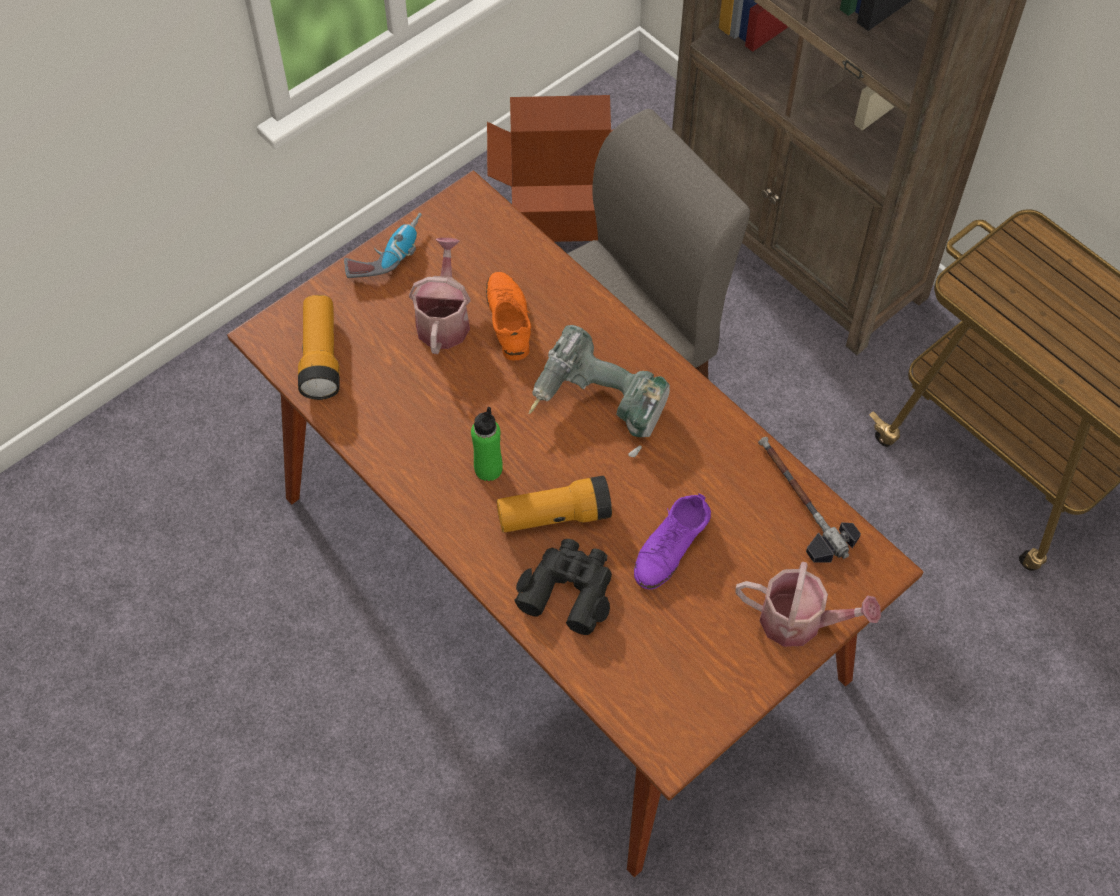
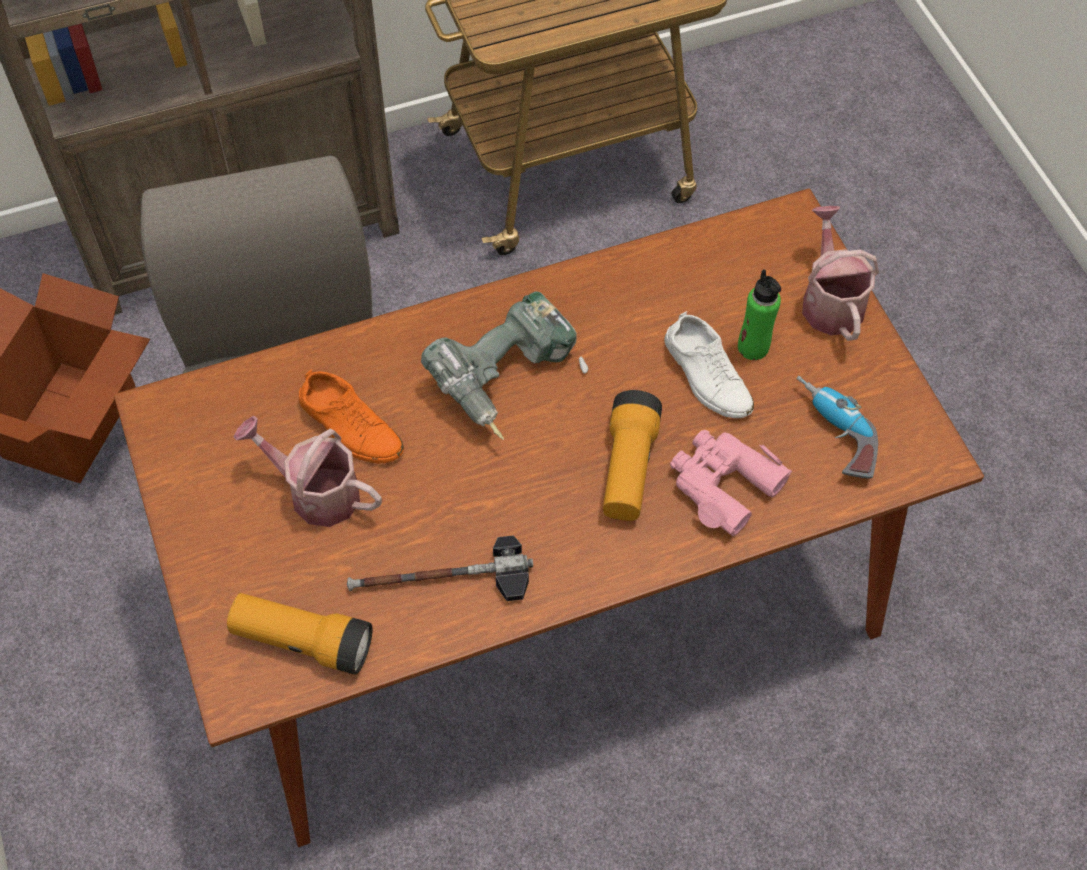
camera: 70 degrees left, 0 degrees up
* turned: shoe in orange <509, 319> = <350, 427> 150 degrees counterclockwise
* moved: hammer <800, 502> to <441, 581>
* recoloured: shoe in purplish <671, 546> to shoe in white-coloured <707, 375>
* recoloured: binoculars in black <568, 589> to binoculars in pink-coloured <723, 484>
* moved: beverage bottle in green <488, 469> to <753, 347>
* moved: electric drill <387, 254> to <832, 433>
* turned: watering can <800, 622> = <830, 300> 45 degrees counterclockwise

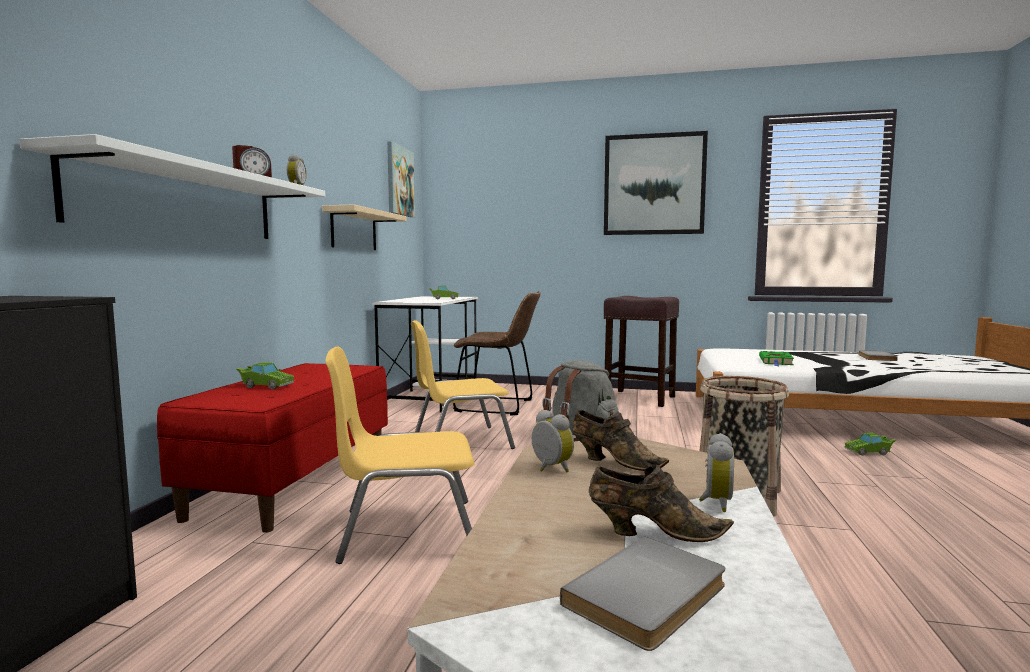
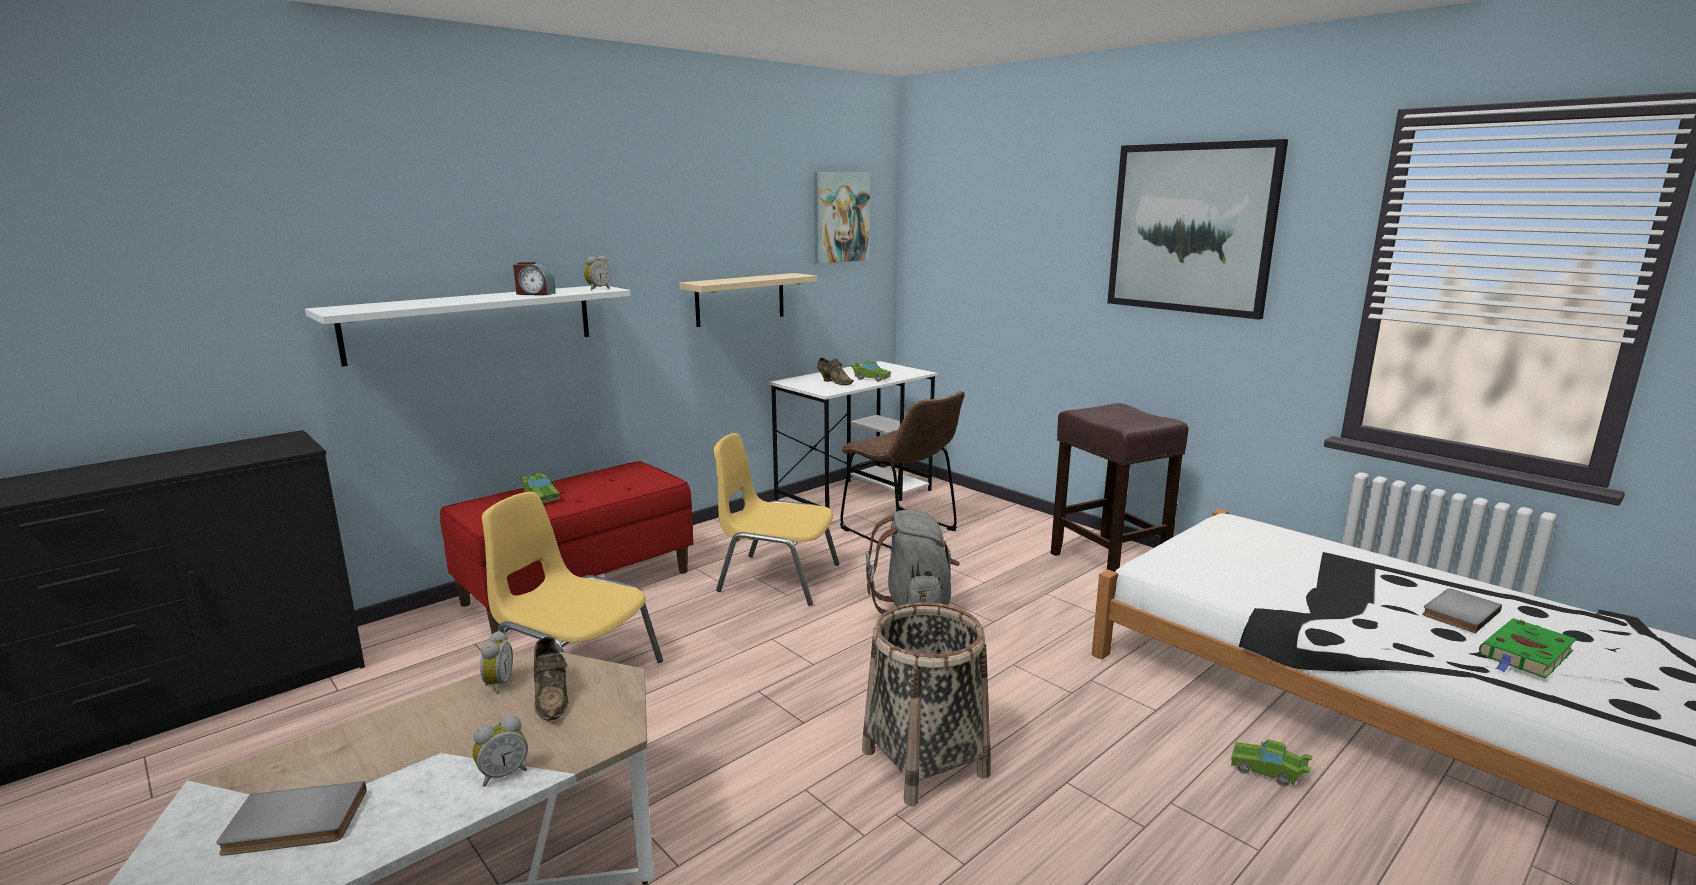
camera: 35 degrees right, 10 degrees up
* moved: shoe in brown-coloured <653, 533> to <834, 382>
* moved: bound book in green <776, 361> to <1525, 654>

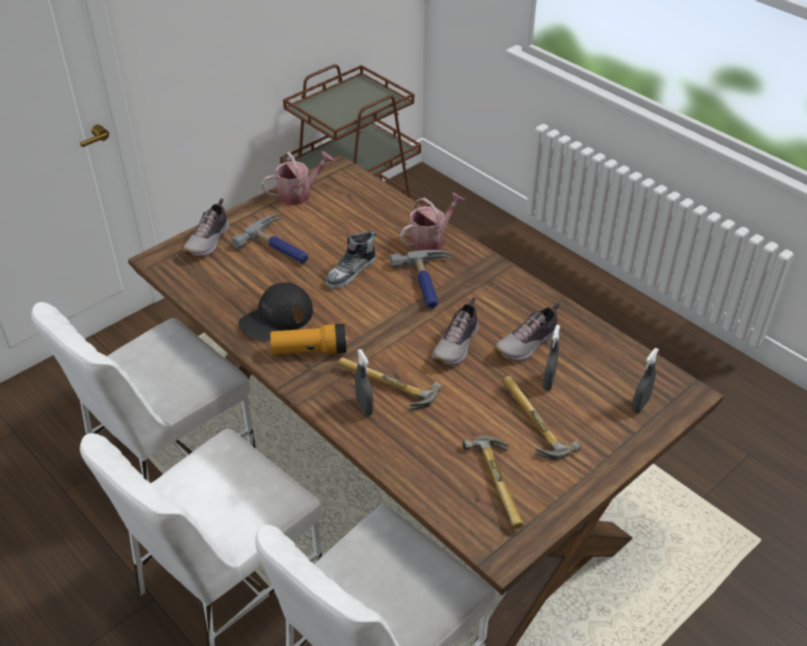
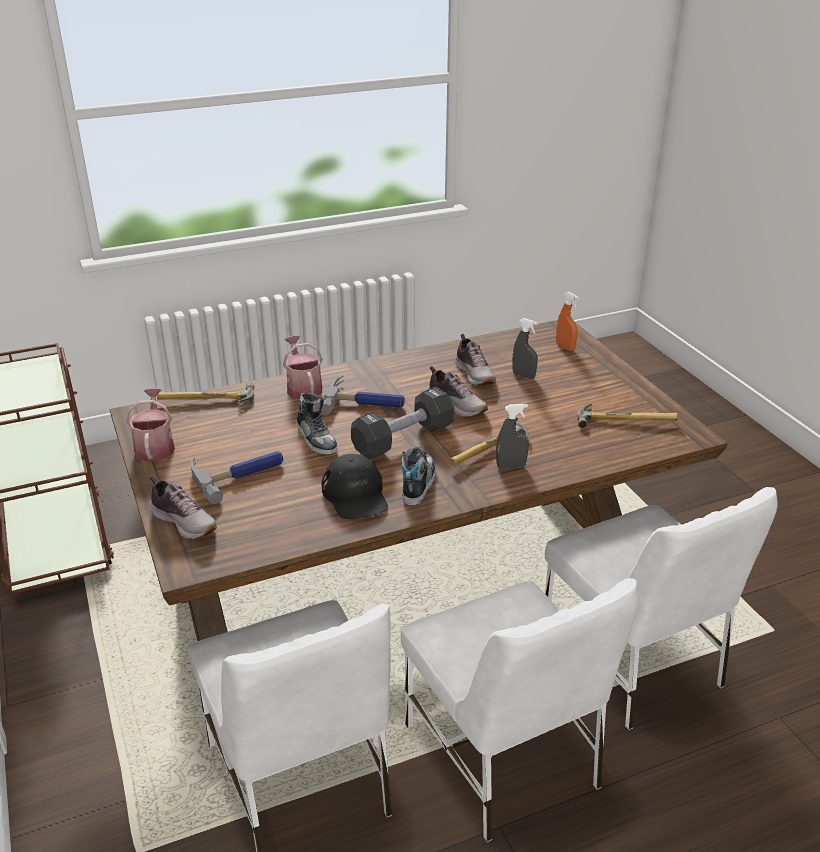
camera: 70 degrees left, 10 degrees down
* moved: hammer <529, 423> to <207, 403>
* added: free weight in black <403, 439>
* replaced: hand torch <309, 350> to shoe <418, 483>
* recoloured: spray bottle in greyish <640, 405> to spray bottle in orange <565, 347>

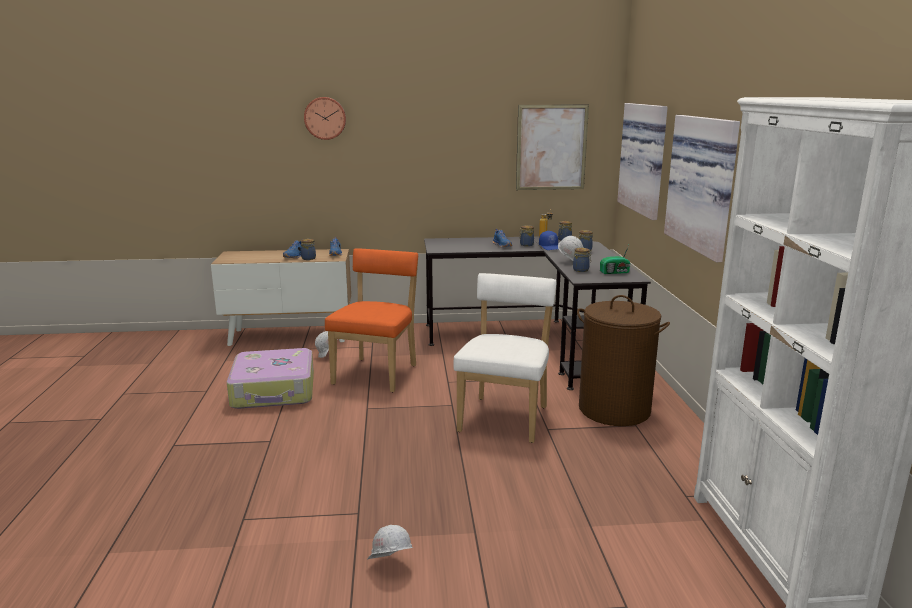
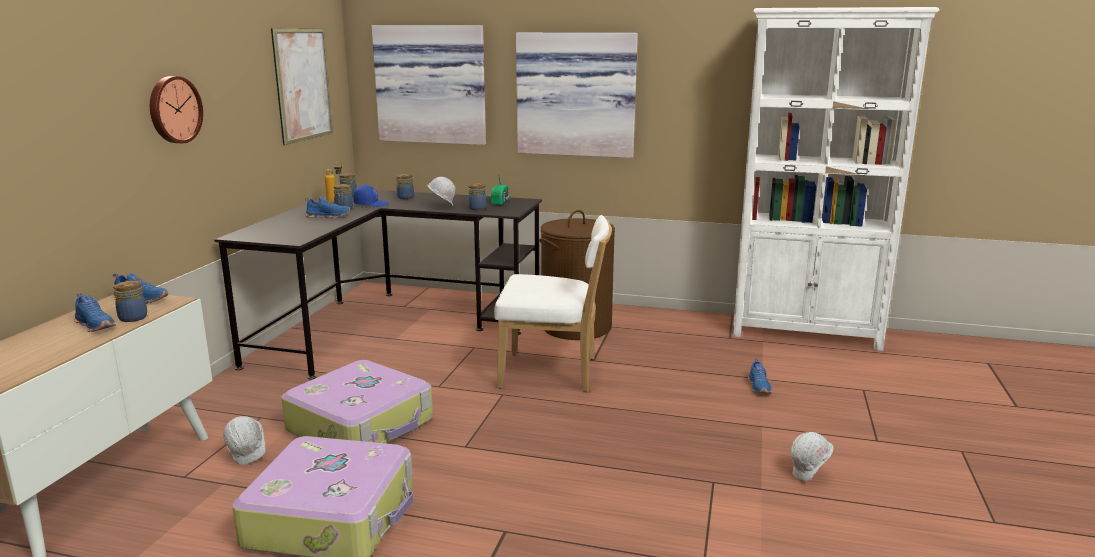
camera: 70 degrees left, 0 degrees up
* moved: wall clock <325, 118> to <173, 109>
* replaced: chair in orange <377, 373> to travel case <362, 425>
* turned: chair in white-coloured <505, 417> = <554, 373> 150 degrees clockwise
* added: shoe in bluish <759, 387>

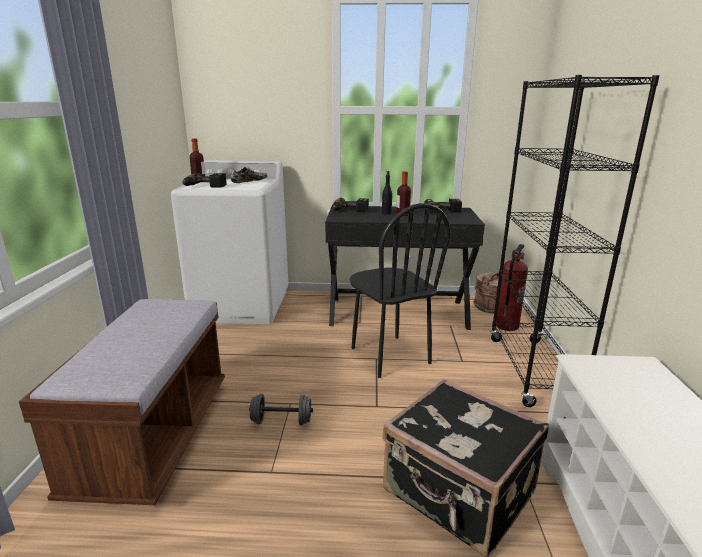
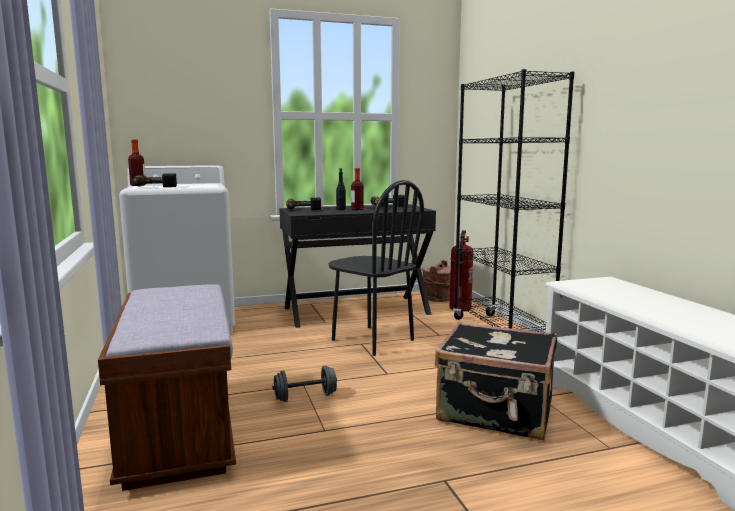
camera: 20 degrees left, 10 degrees down
* removed: shoe <249, 182>

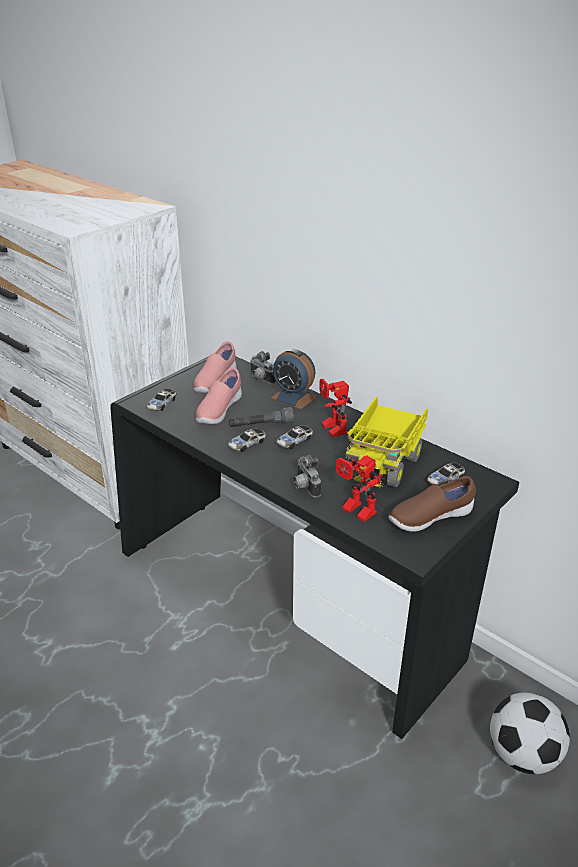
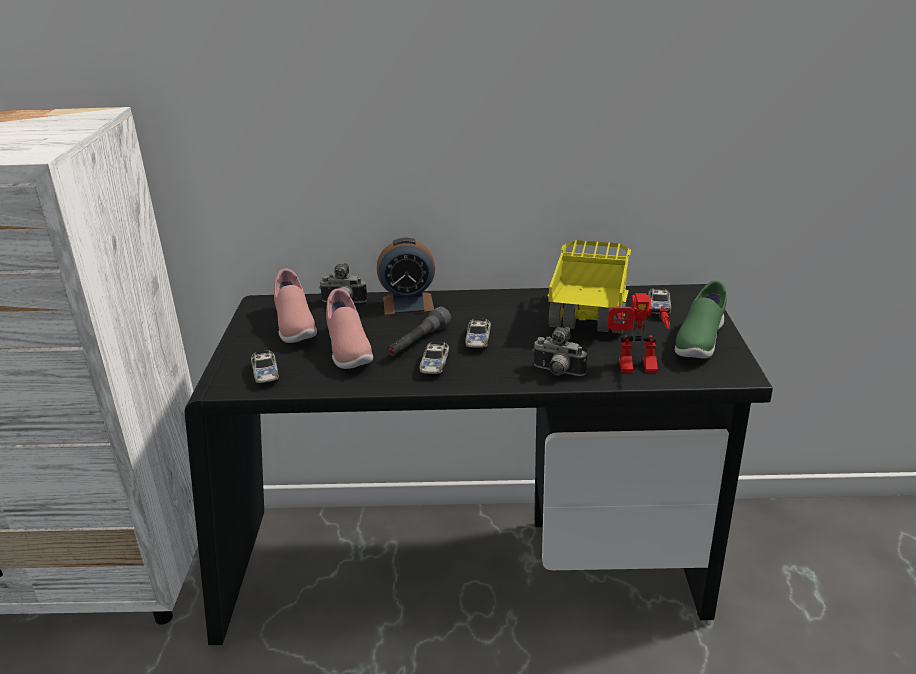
camera: 40 degrees left, 5 degrees down
* turned: model truck <384, 462> = <587, 318> 150 degrees counterclockwise
* recoloured: shoe in brown-coloured <429, 518> to shoe in green <699, 341>
* removed: toy robot <330, 428>
* removed: ball for football <522, 754>

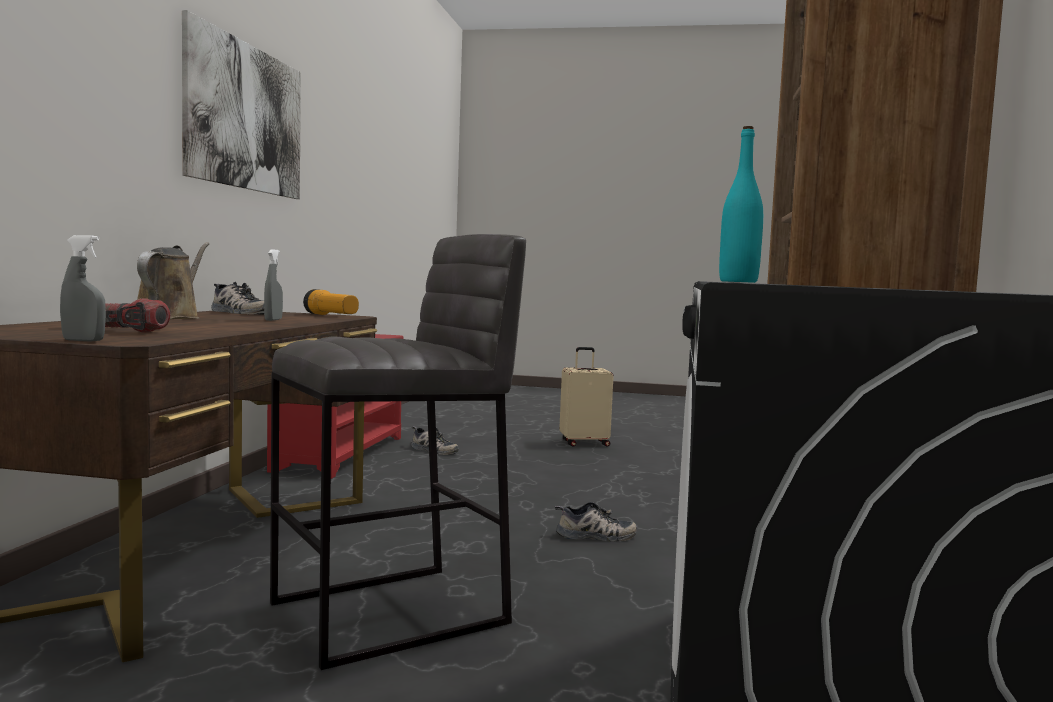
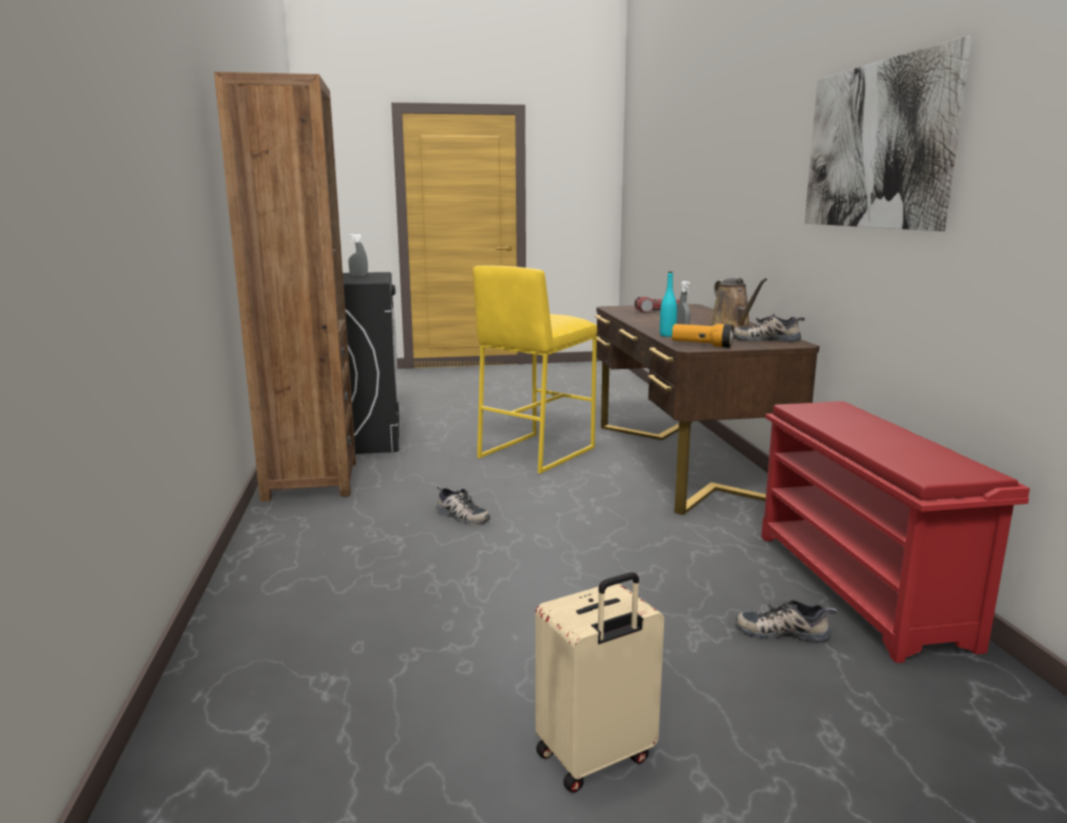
camera: 160 degrees right, 10 degrees up
* moved: spray bottle in greyish <83, 340> to <358, 276>
* turned: shoe <595, 536> = <461, 516> 120 degrees counterclockwise
* recoloured: stool in greyish <392, 613> to stool in yellowish <535, 452>
* moved: beverage bottle in blue-green <738, 282> to <667, 335>

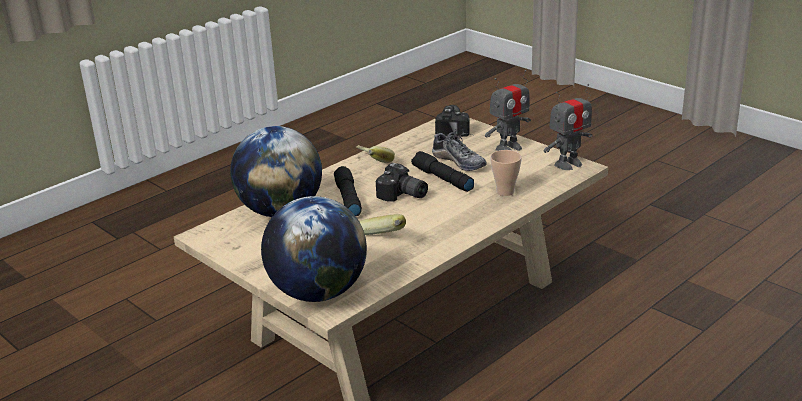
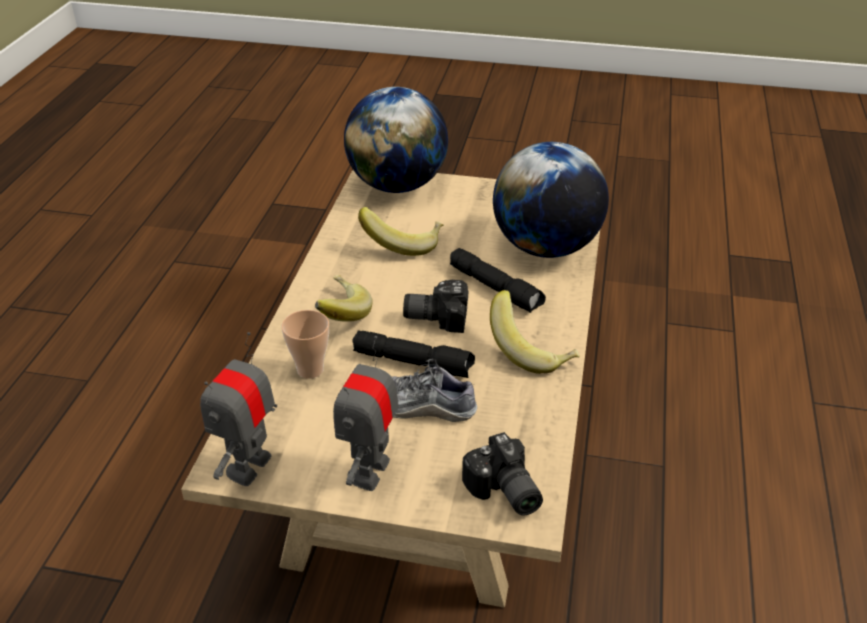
camera: 145 degrees right, 10 degrees up
* added: banana <339, 314>

